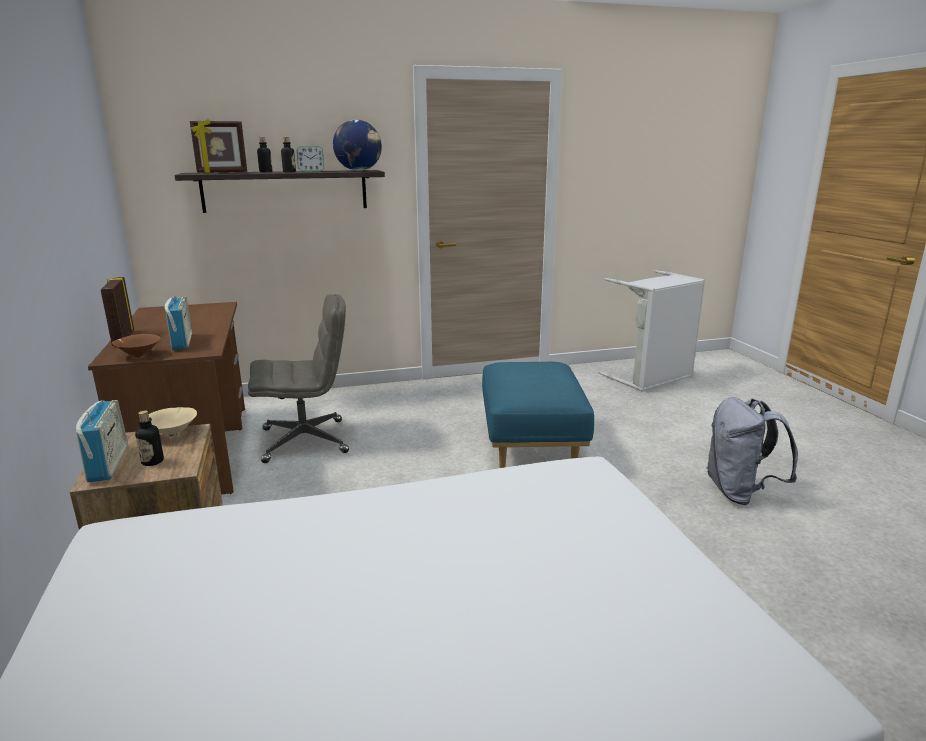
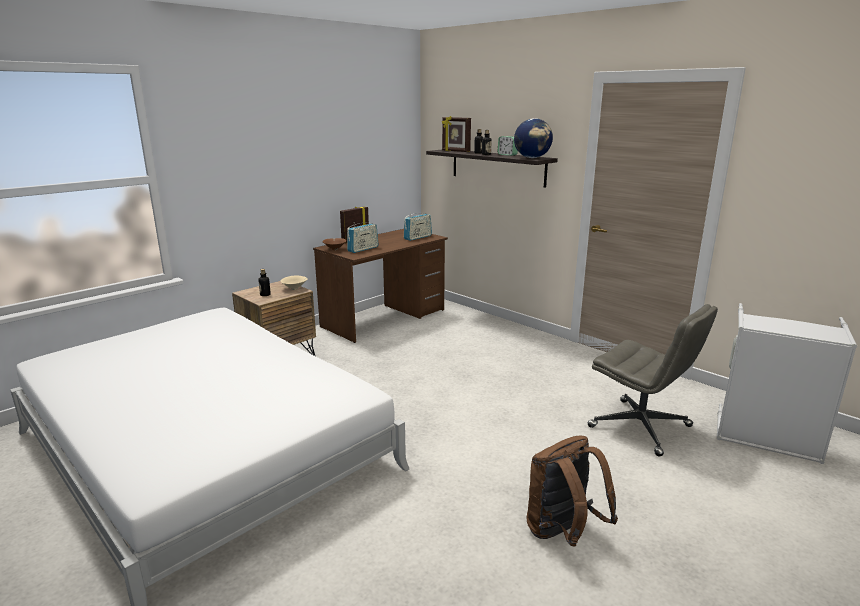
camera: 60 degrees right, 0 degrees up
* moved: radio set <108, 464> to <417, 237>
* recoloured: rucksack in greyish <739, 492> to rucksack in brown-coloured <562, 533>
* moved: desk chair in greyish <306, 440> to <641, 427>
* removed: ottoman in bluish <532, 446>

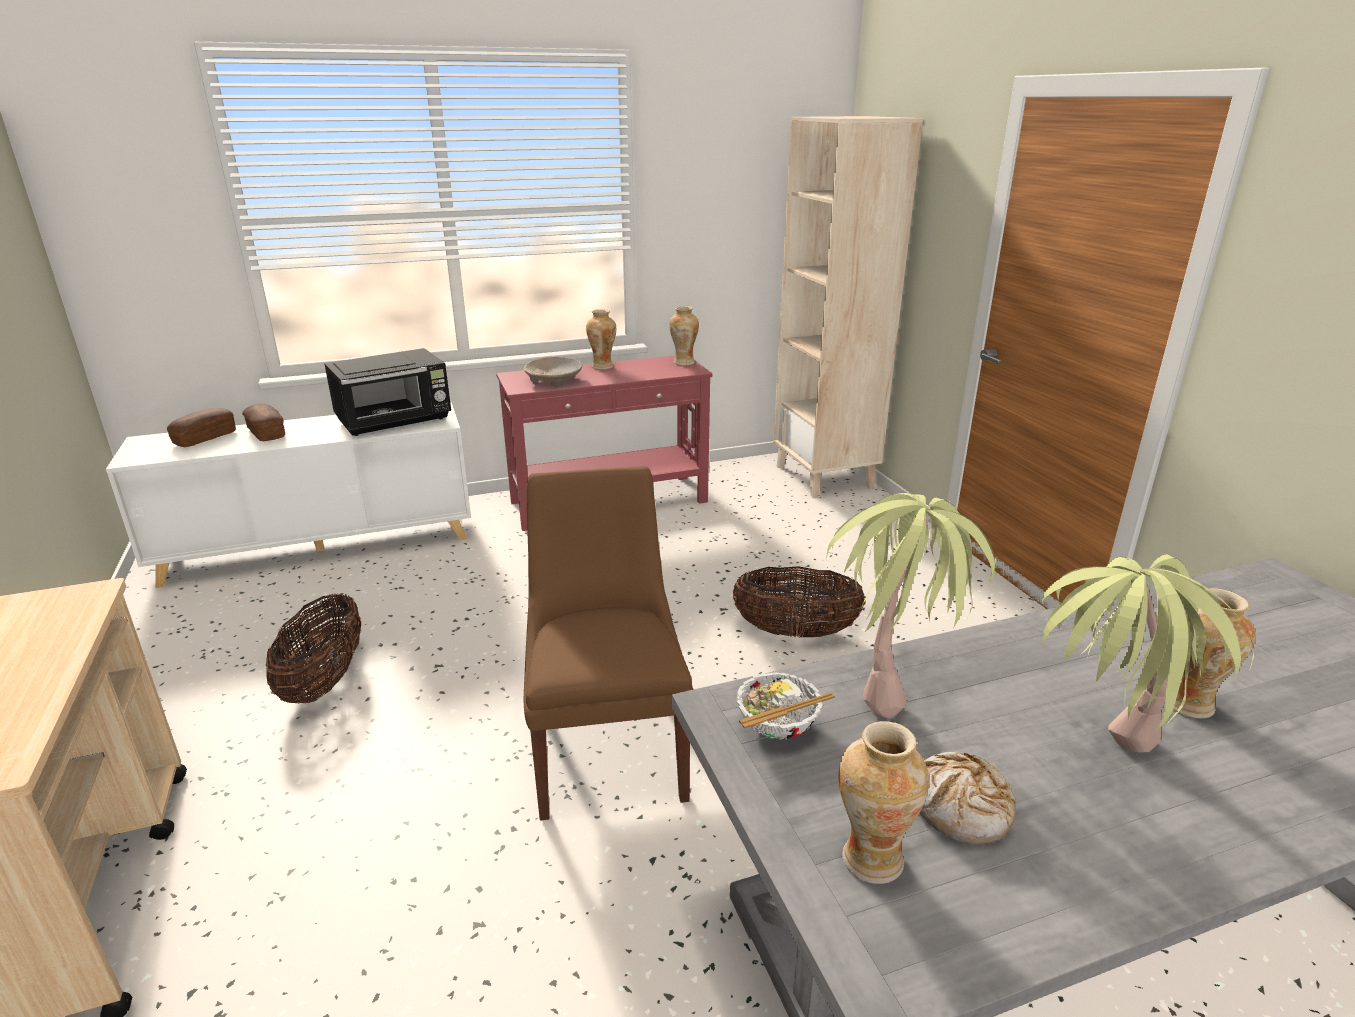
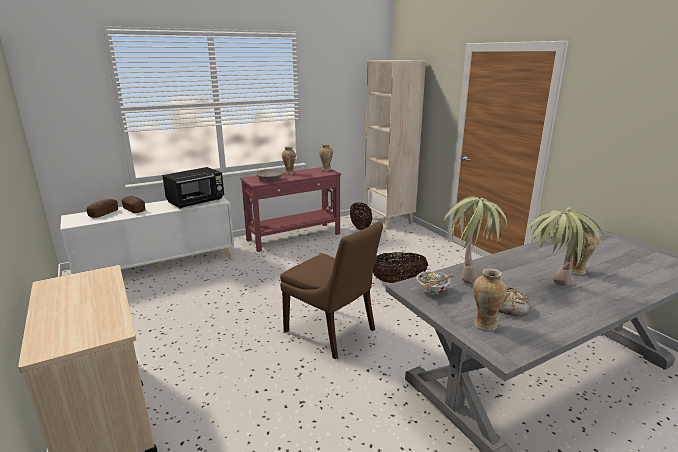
camera: 10 degrees left, 5 degrees down
* turned: chair in brown-coloured <607, 746> = <332, 332> 150 degrees clockwise
* moved: household basket <324, 681> to <360, 227>

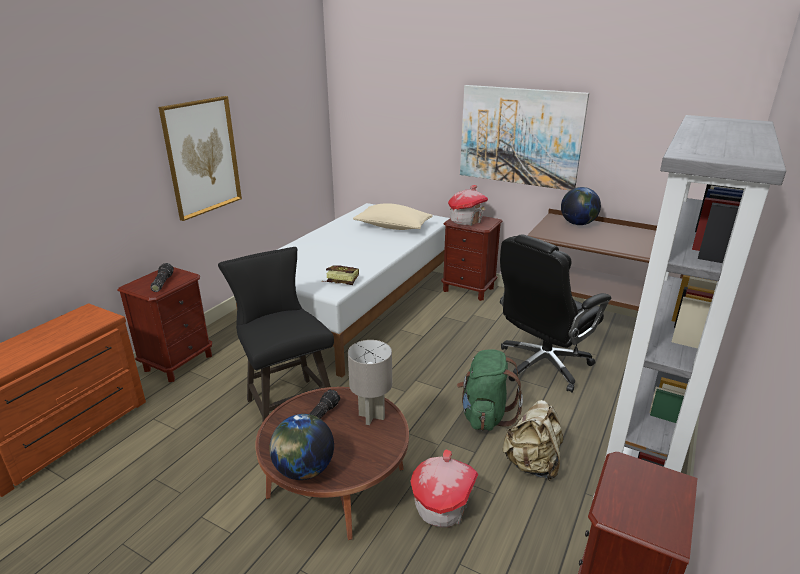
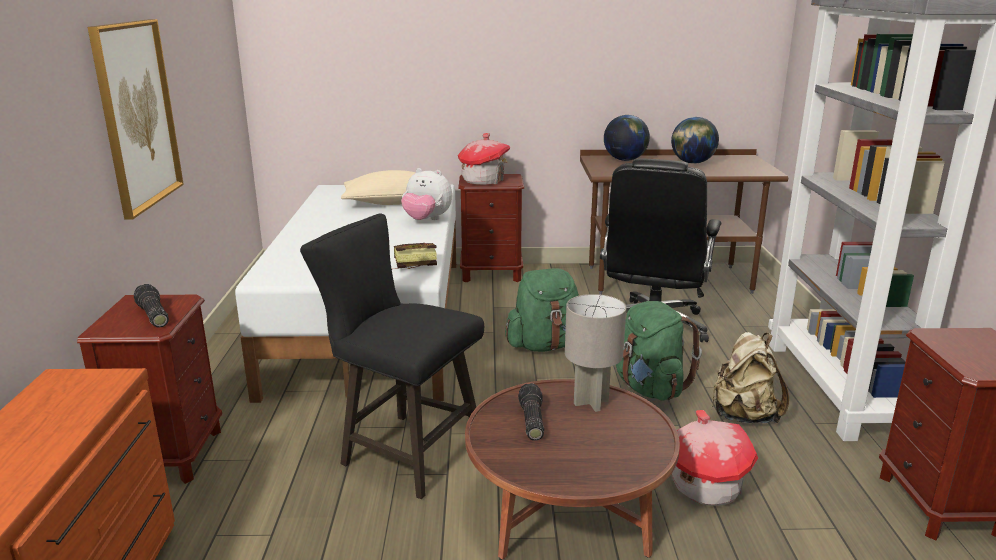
camera: 30 degrees left, 5 degrees down
* added: soft toy <426, 220>
* added: rucksack in green <545, 345>
* moved: globe <304, 470> to <692, 163>
* removed: wall art <519, 136>

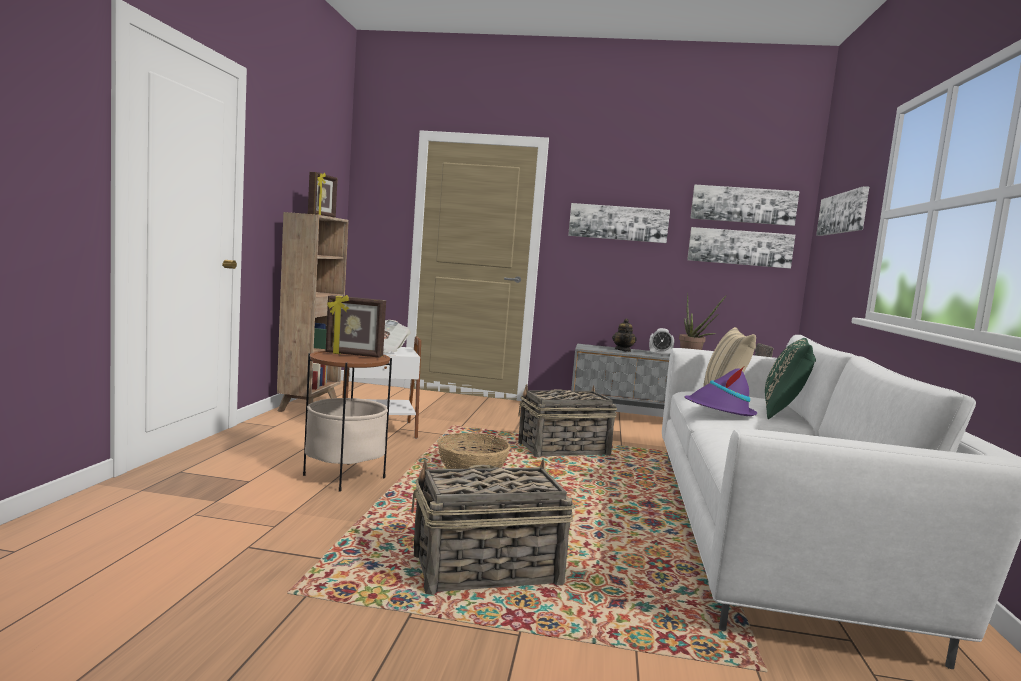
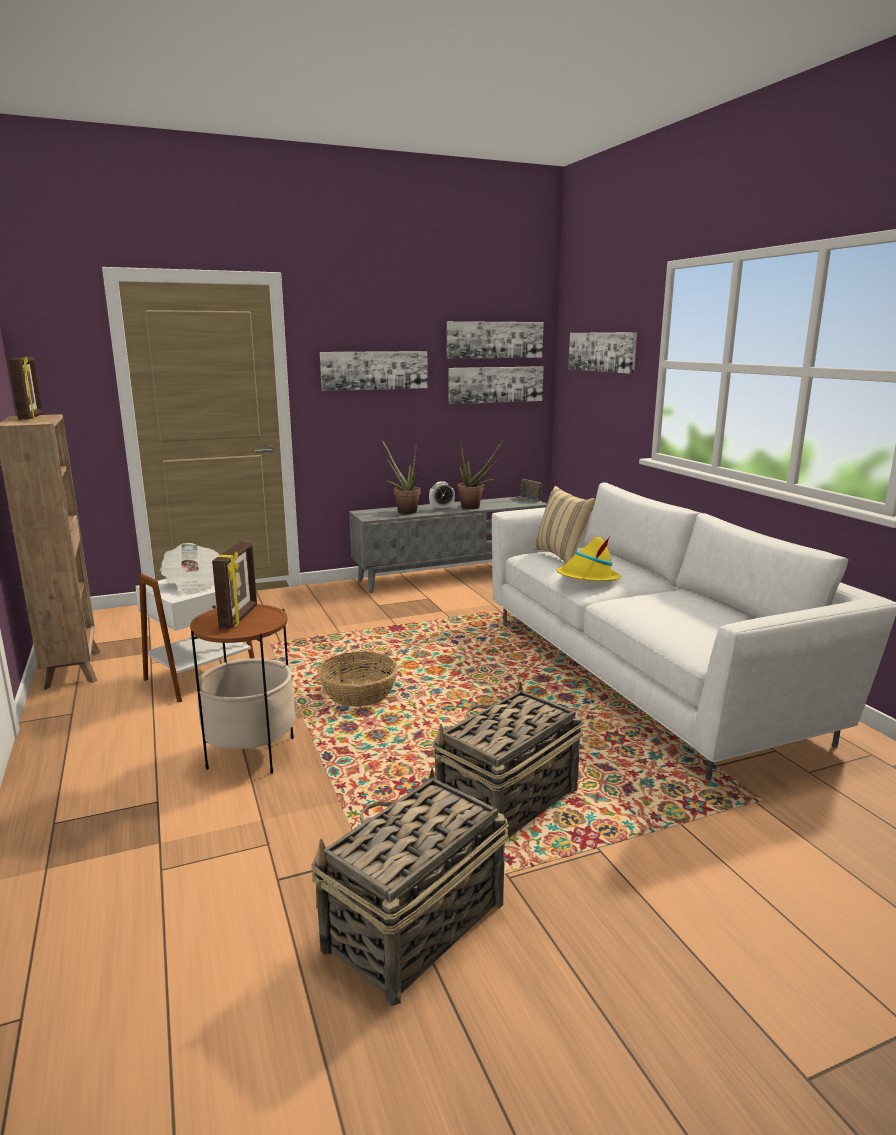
camera: 30 degrees left, 10 degrees up
* turned: picture frame <353, 355> = <240, 617> 60 degrees counterclockwise
* moved: household basket <562, 449> to <413, 927>
* replaced: tea pot <623, 350> to potted plant <404, 511>
* recoloured: hat in purplish <719, 411> to hat in yellowish <587, 578>
* removed: cushion in green <784, 413>

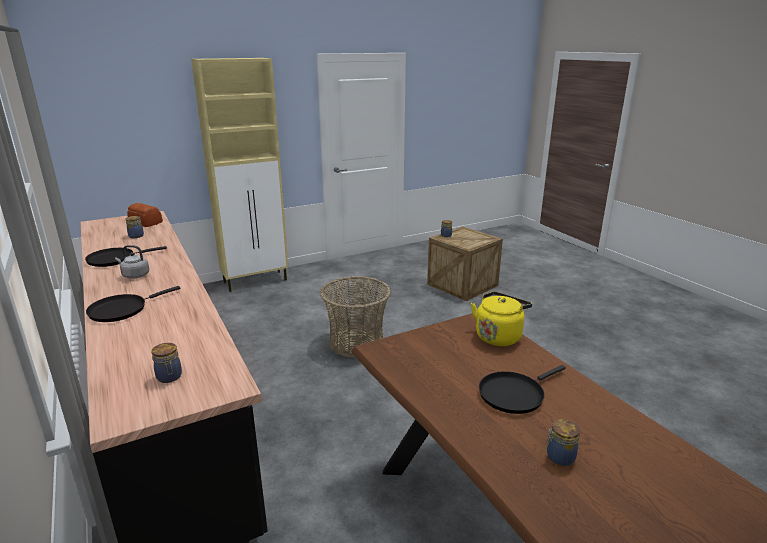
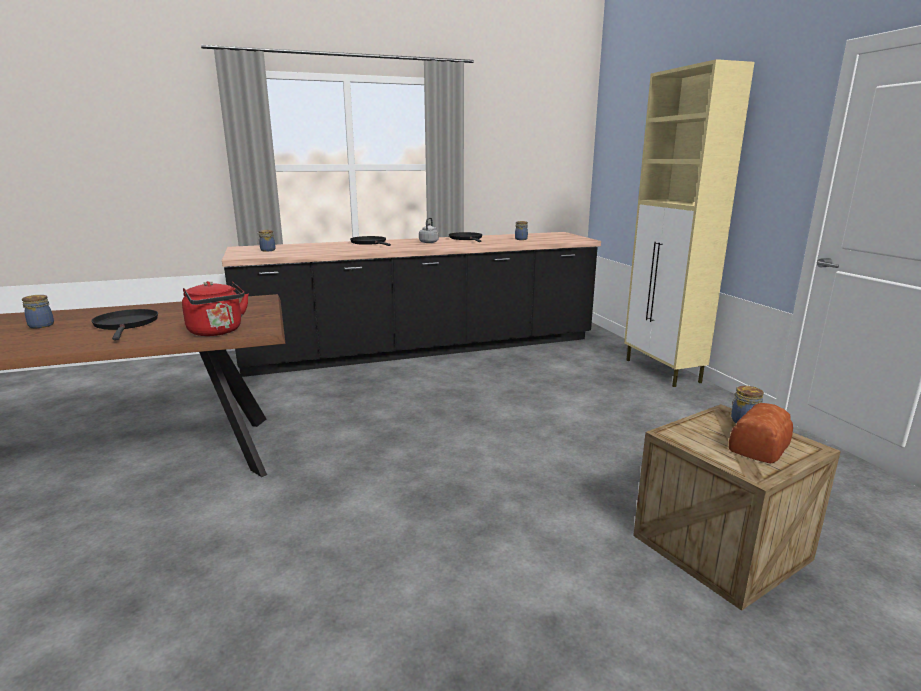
camera: 100 degrees right, 5 degrees down
* recoloured: water kettle in yellowish <499, 336> to water kettle in reddish <217, 332>
* moved: baked bread <145, 222> to <757, 446>
* removed: household basket <356, 342>

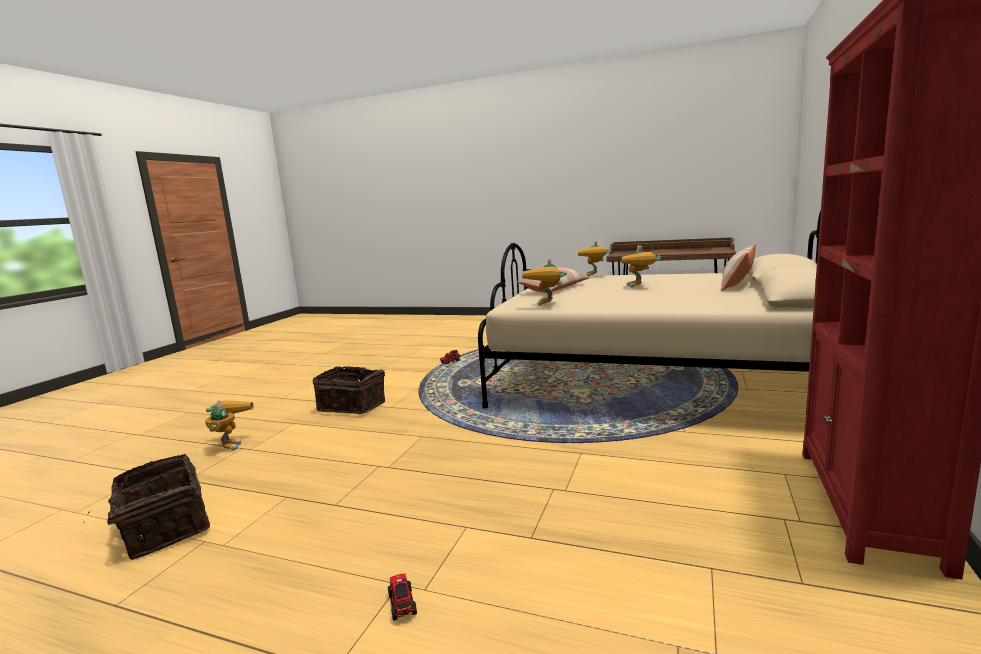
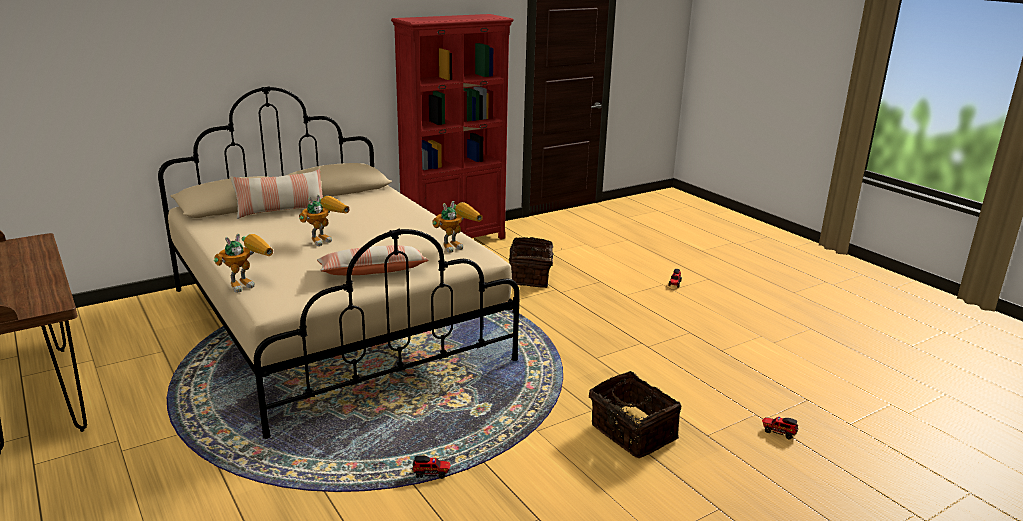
camera: 145 degrees left, 10 degrees up
* moved: household basket <164, 528> to <530, 277>
* replaced: toy robot <230, 444> to model truck <778, 432>

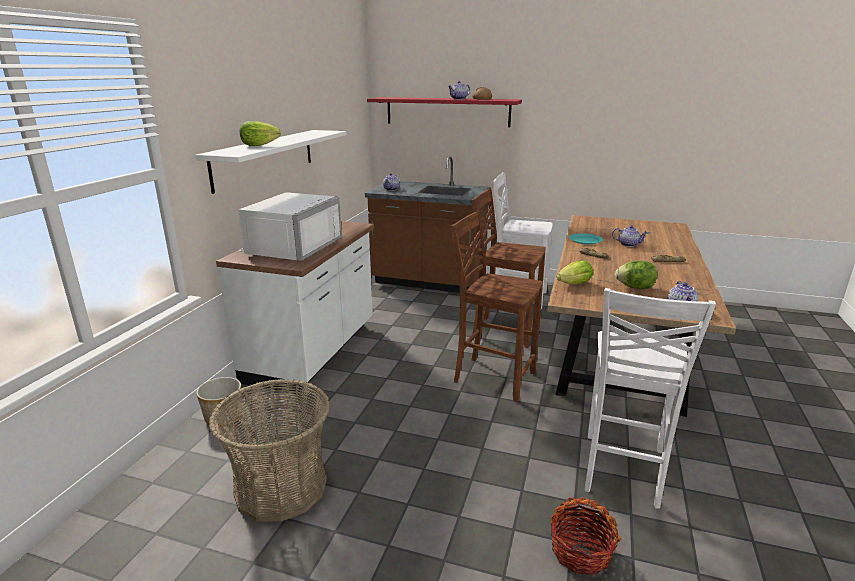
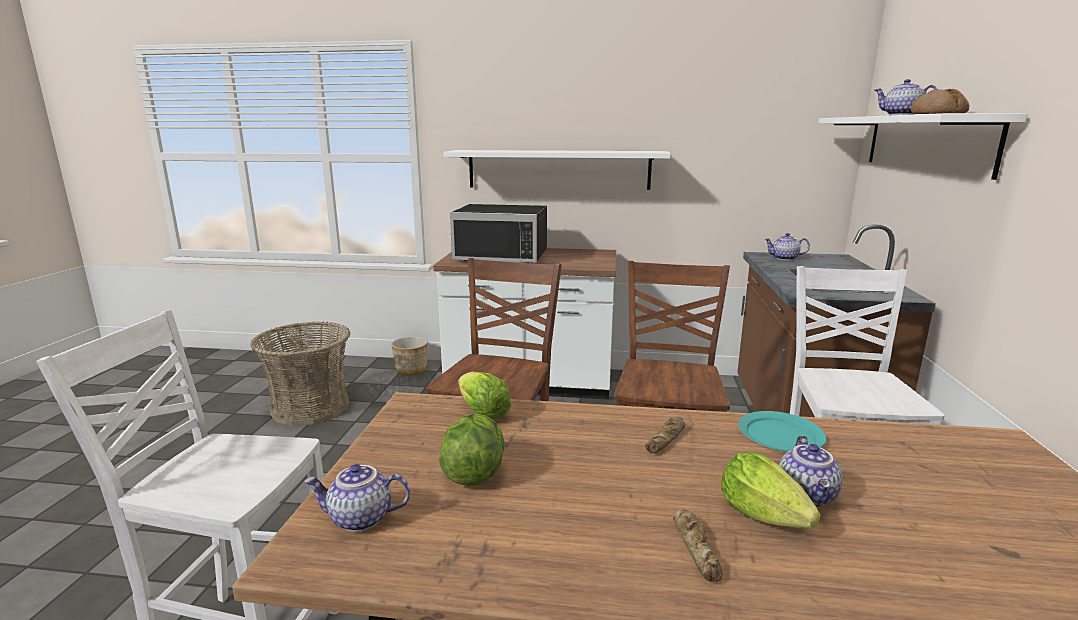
camera: 80 degrees right, 5 degrees down
* recoloured: microwave oven in white-coloured <289, 247> to microwave oven in black <503, 255>
* moved: head of lettuce <259, 145> to <762, 514>
* recoloured: wall shelf in reddish <447, 111> to wall shelf in white-coloured <925, 143>
* removed: household basket <580, 552>

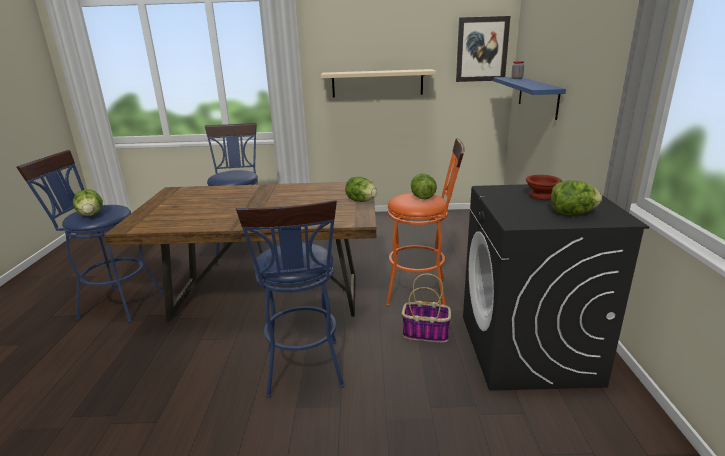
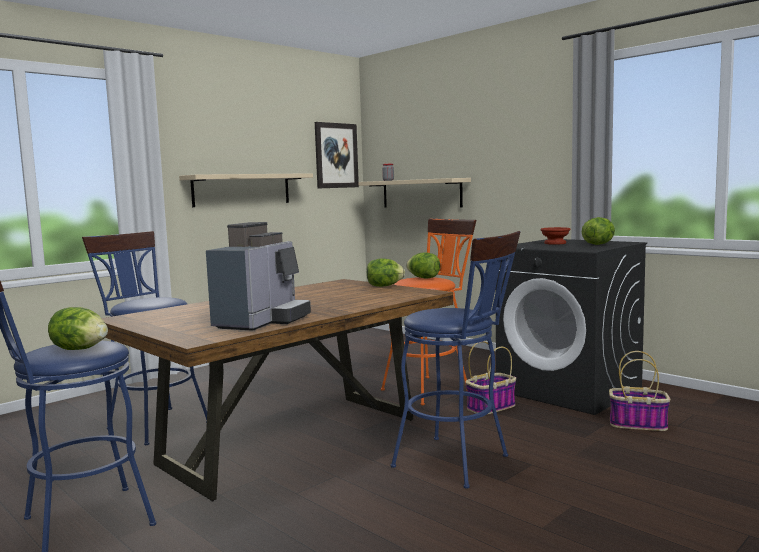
camera: 45 degrees left, 15 degrees down
* added: coffee machine <262, 321>
* recoloured: wall shelf in bluish <538, 96> to wall shelf in beige <421, 193>
* added: household basket <638, 424>

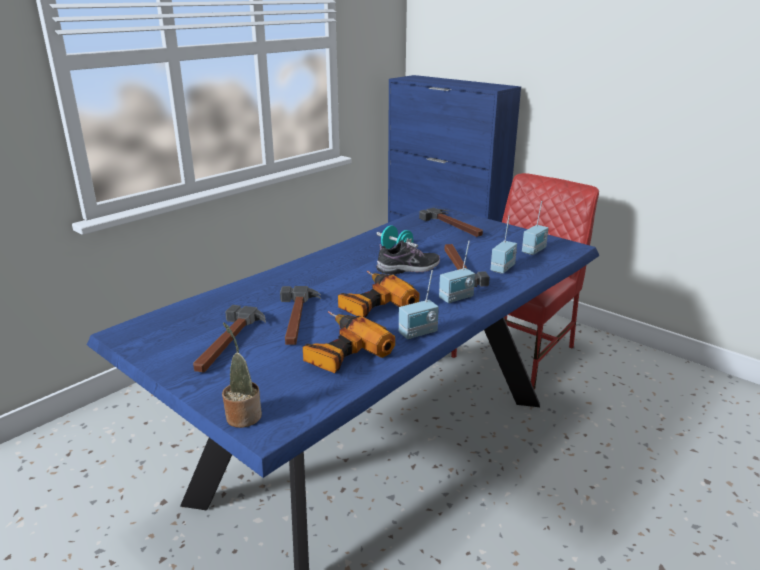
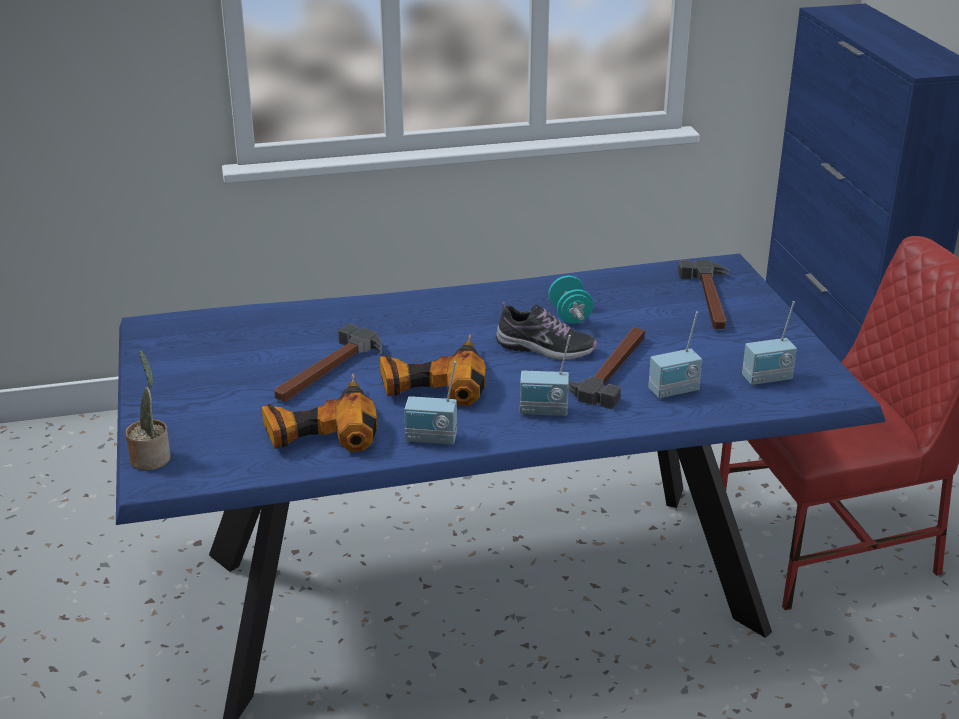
camera: 35 degrees right, 5 degrees up
* removed: hammer <228, 342>

